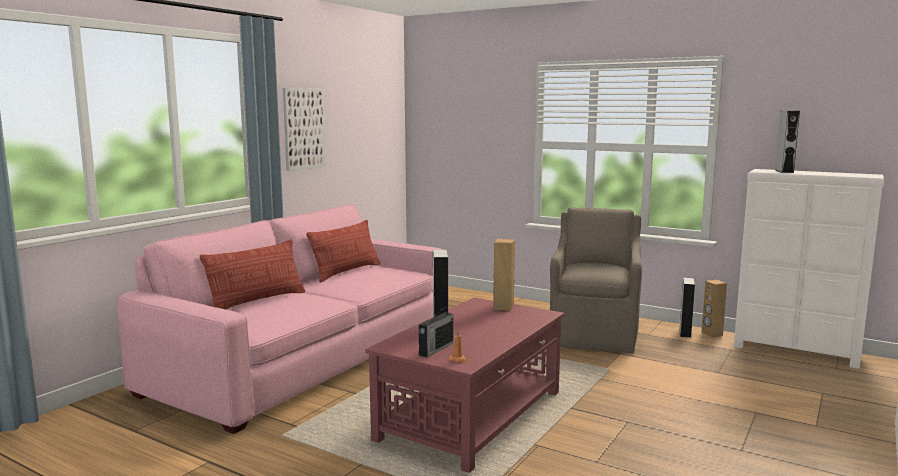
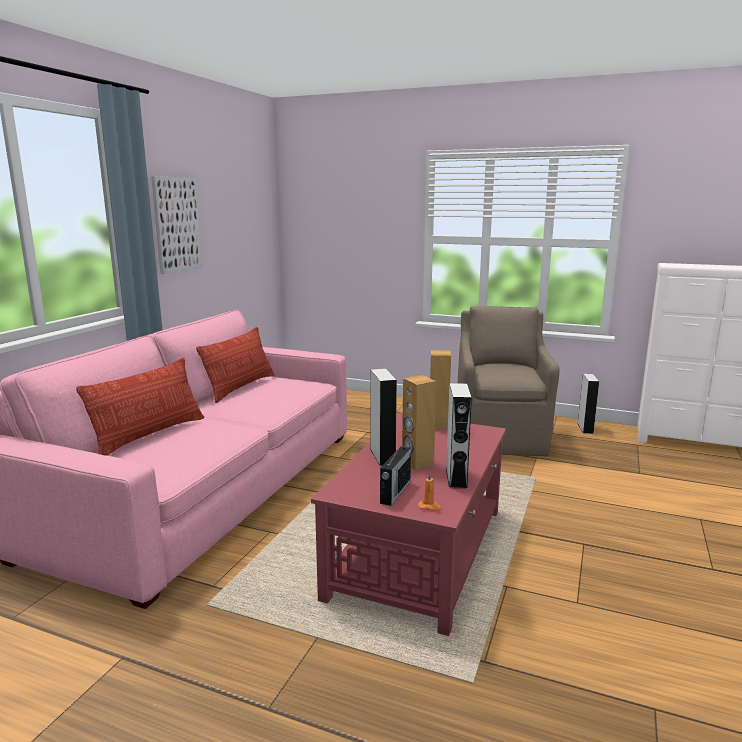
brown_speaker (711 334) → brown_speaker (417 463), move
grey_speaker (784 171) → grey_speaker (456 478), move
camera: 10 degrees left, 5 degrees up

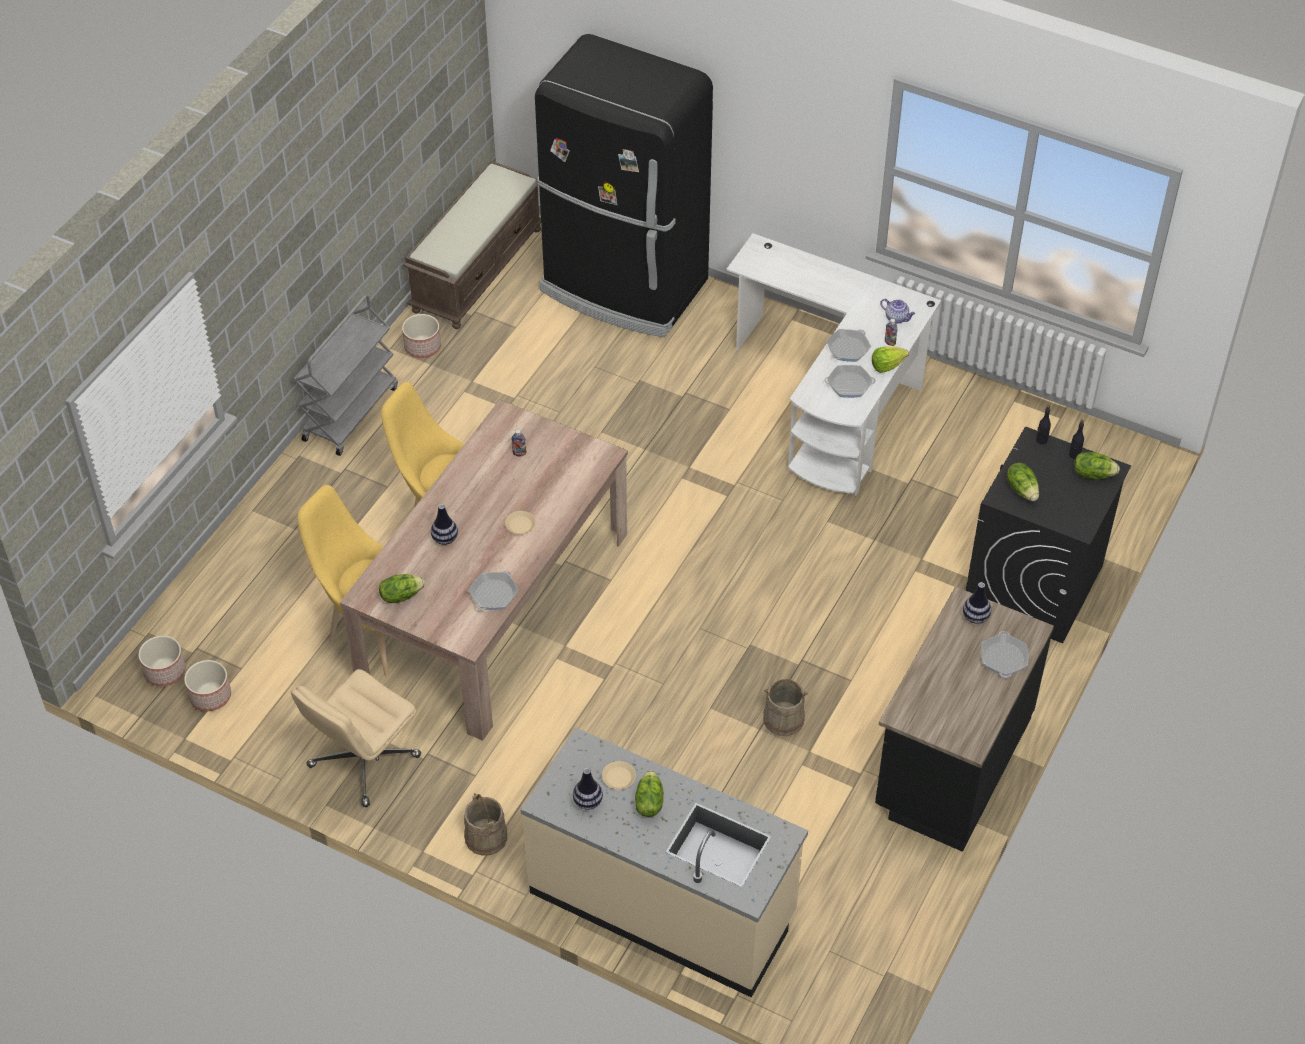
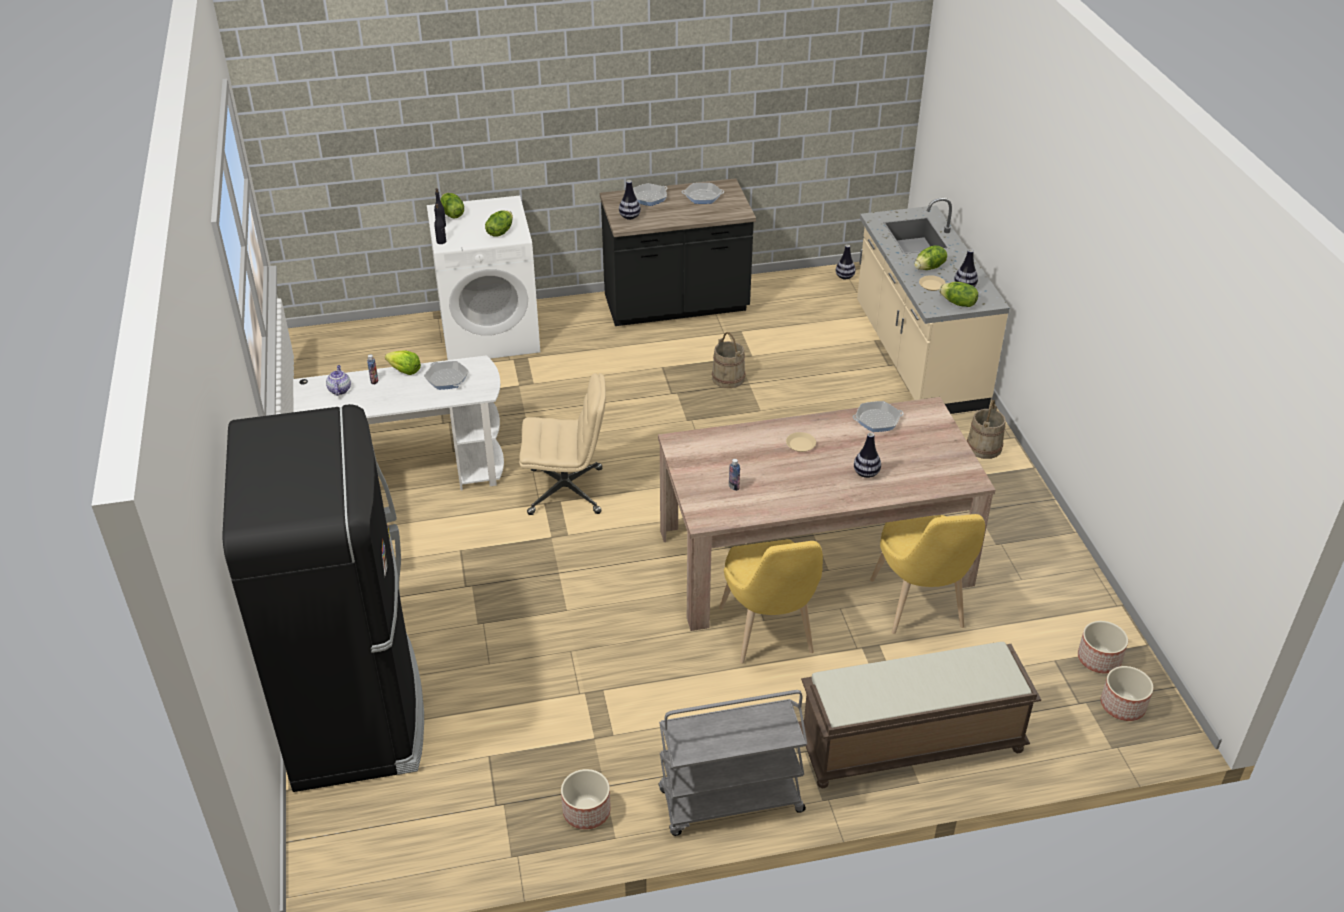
black_washing_machine (1033 585) → white_washing_machine (490 333)
beige_office_chair (363 762) → beige_office_chair (567 491), move
frying_pan (848 348) → frying_pan (702 196), move
brown_bench (477 269) → brown_bench (910 745), move
- → vase (844 277)
lettuce (401 595) → lettuce (958 303), move
camera: 130 degrees left, 10 degrees down

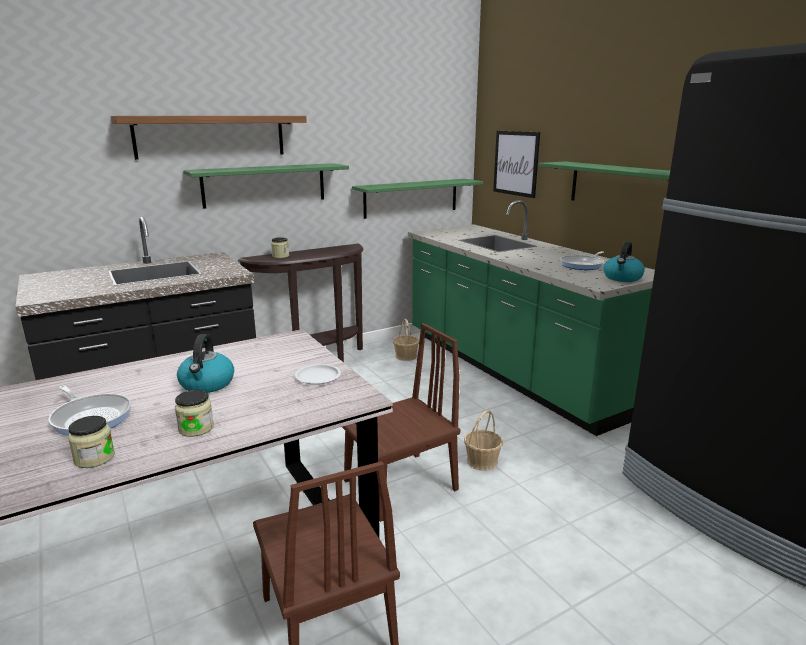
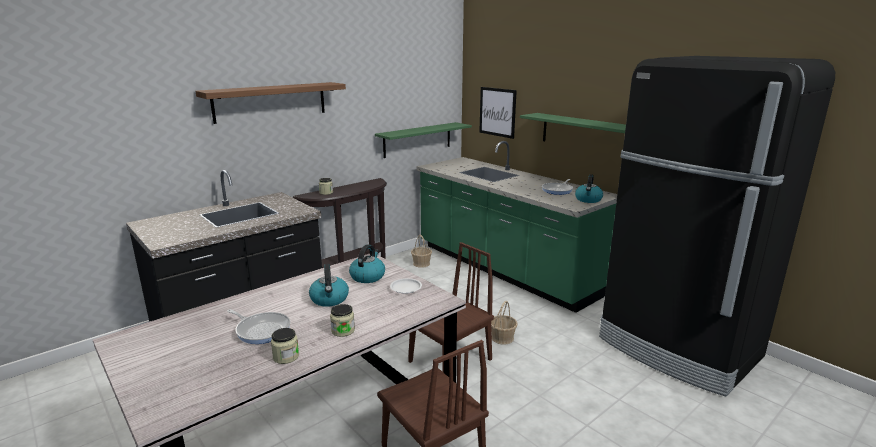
- → kettle (367 276)
green_shelf (264 185) → -
camera: 10 degrees left, 0 degrees up

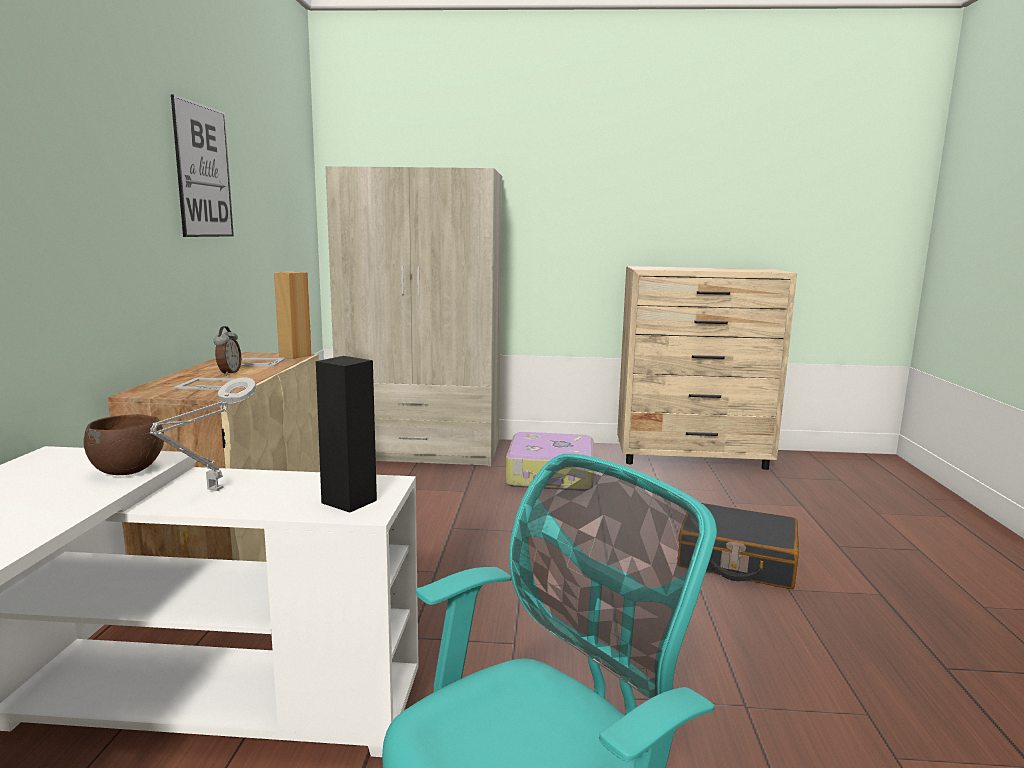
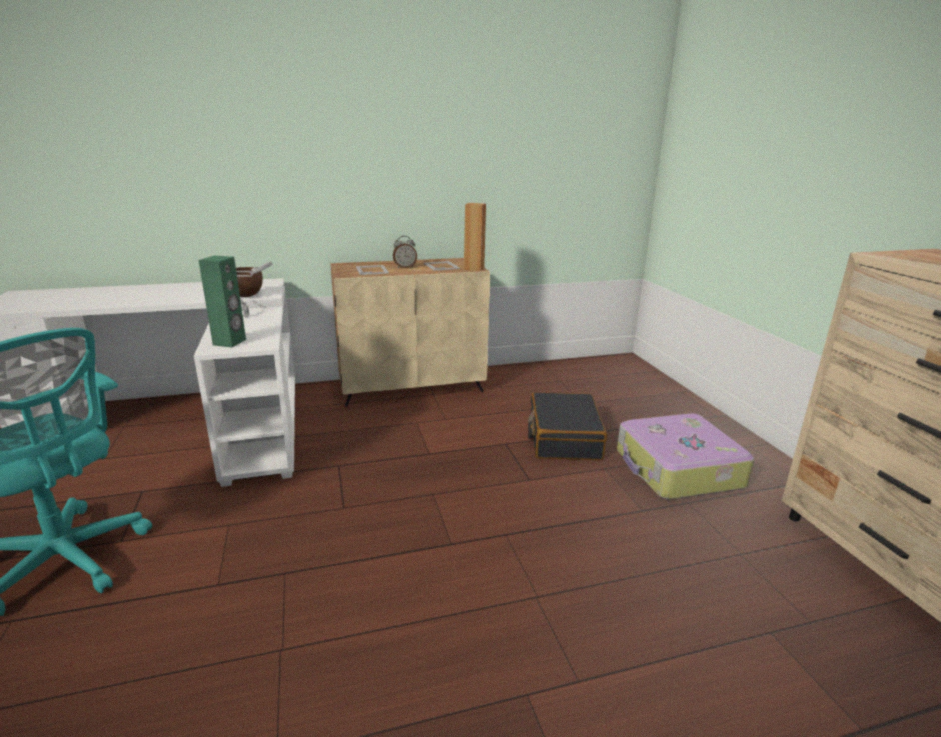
black_speaker (349 501) → green_speaker (230 342)
black_suitcase (736 560) → black_suitcase (563 438), move
picture (203 171) → -
beige_wardrobe (422 450) → -
camera: 70 degrees right, 10 degrees up

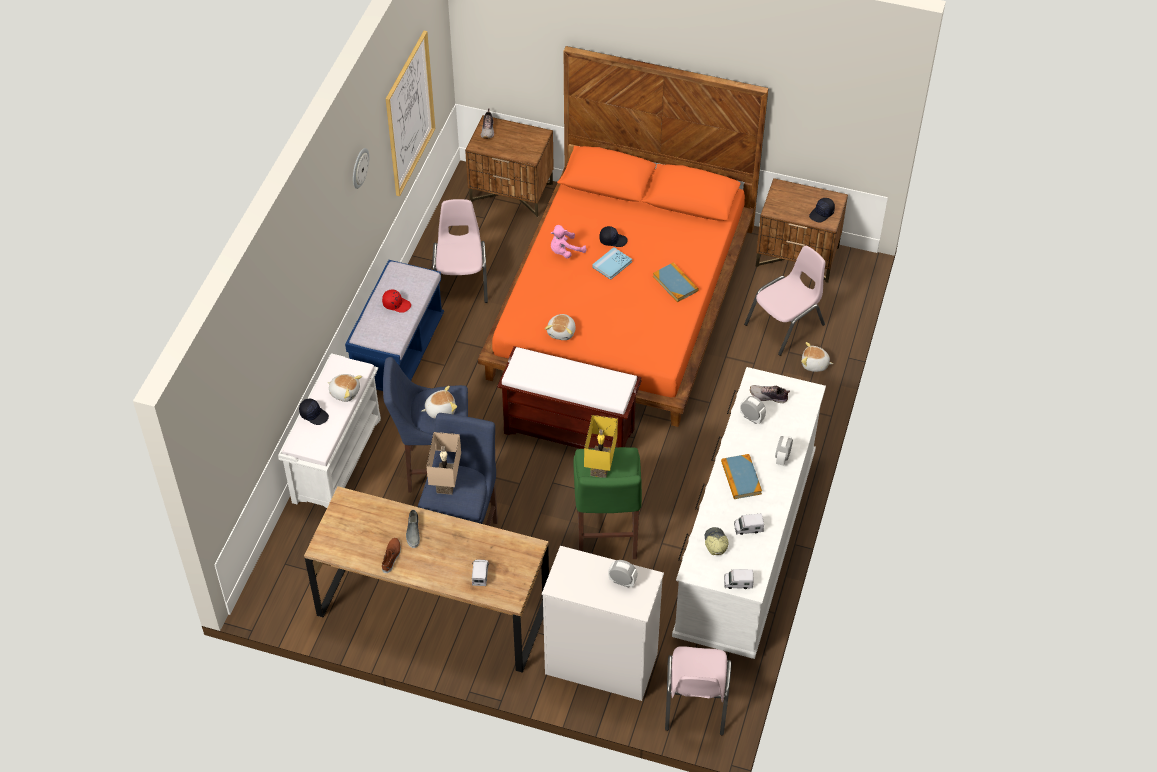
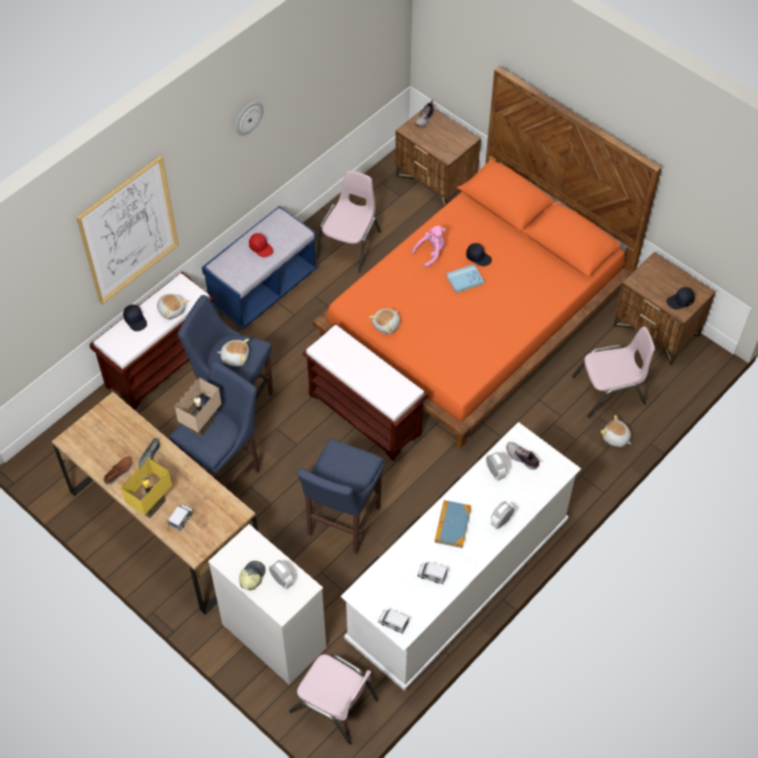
picture (409 113) → picture (128 230), move
white_bench (337 459) → brown_bench (161 363)
yellow_table_lamp (599 466) → yellow_table_lamp (151 504), move
cap (715 543) → cap (251 577), move
pink_chair (695 700) → pink_chair (335 705), 90 degrees counterclockwise
green_stool (606 538) → blue_stool (342 524)
pink_plush_toy (565 251) → pink_plush_toy (431 253), 150 degrees clockwise
book (675 283) → -
camera: 25 degrees right, 5 degrees up

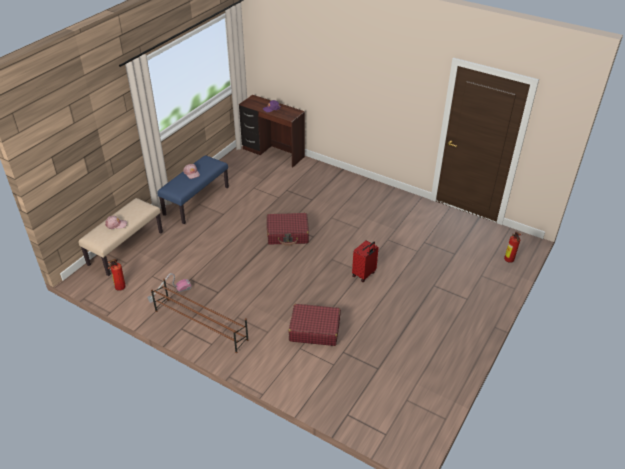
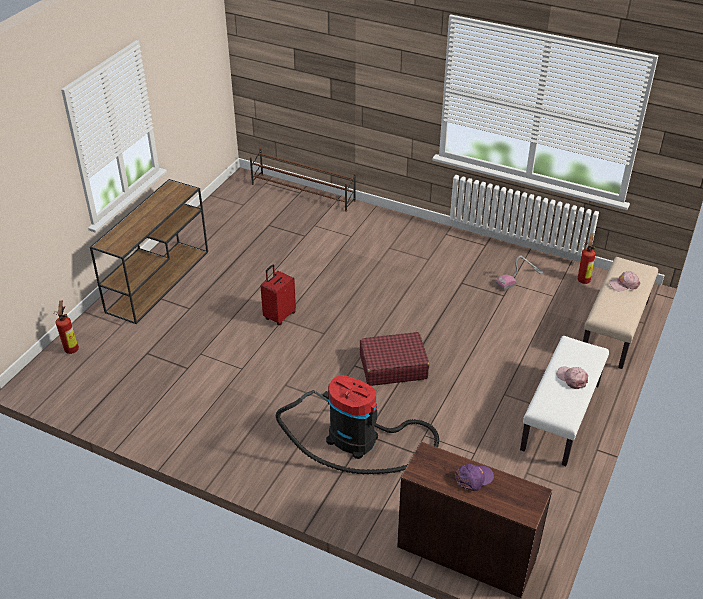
- → brown_console_table (158 280)
brown_shoe_rack (200 325) → brown_shoe_rack (303 193), move
- → vacuum_cleaner (358 441)
blue_bench (196 200) → white_bench (561 417)
red_suitcase (314 330) → -
camera: 175 degrees right, 0 degrees up

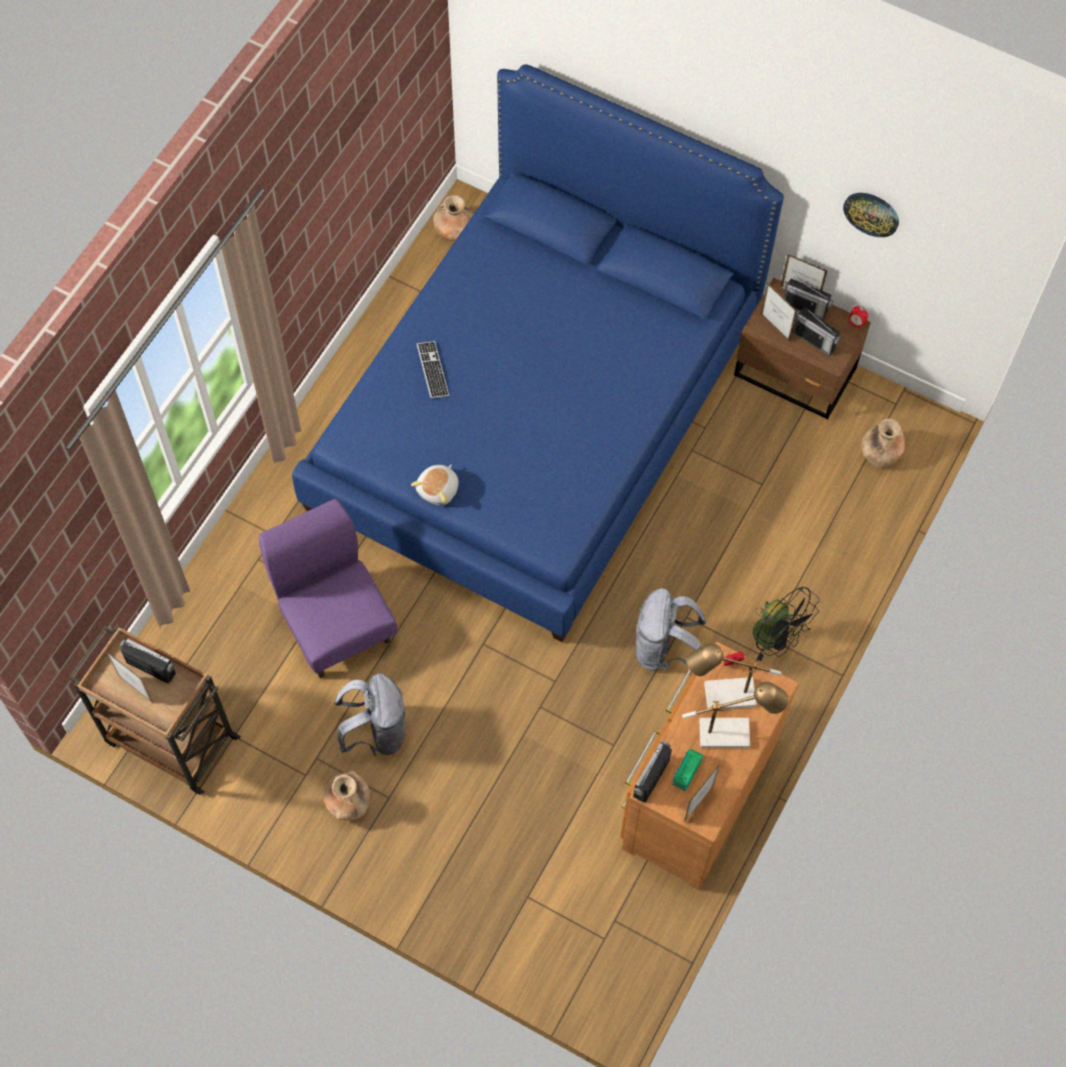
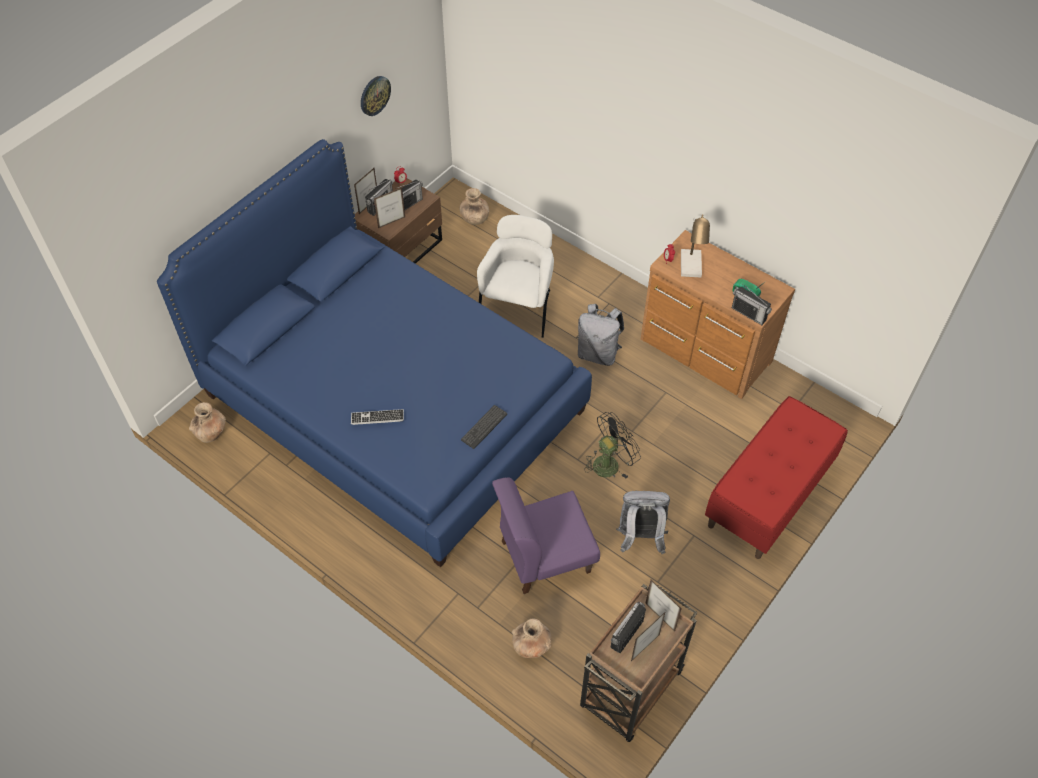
plush_toy (439 489) → keyboard (484 427)
- → white_armchair (518 307)
brown_vase (349 803) → brown_vase (531 646), move
black_fan (777 637) → black_fan (610 462), move
picture_frame (698 804) → picture_frame (660 617), move
- → red_bench (769 496)
table_lamp (732 732) → -
camera: 80 degrees left, 10 degrees down

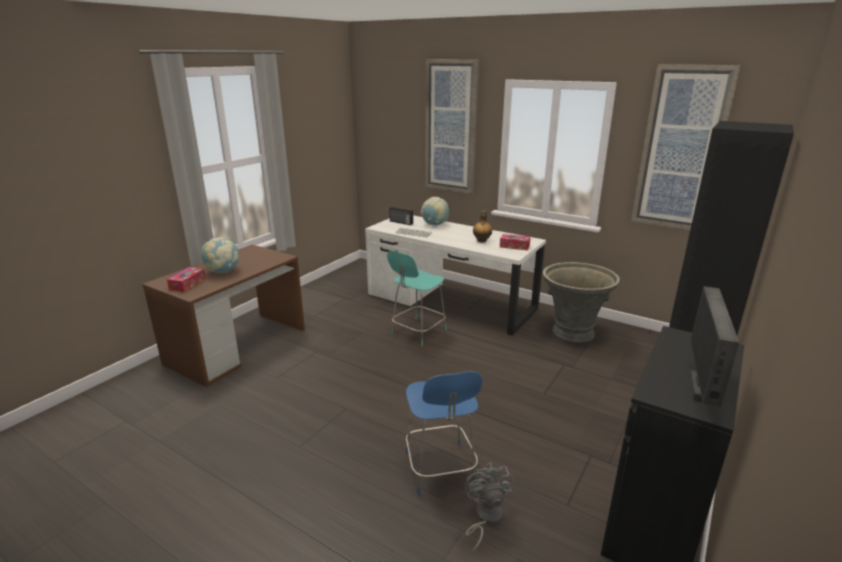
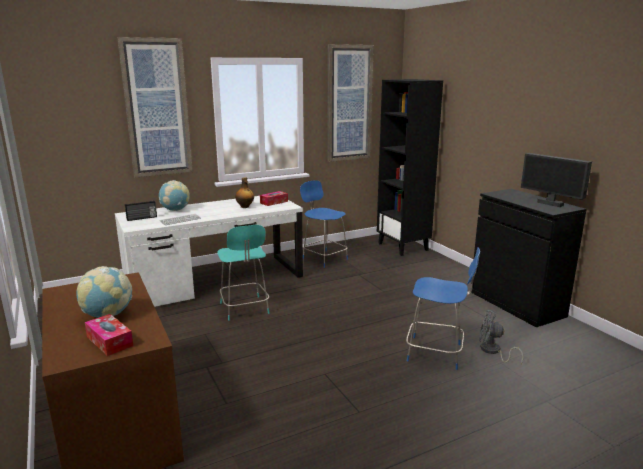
grey_planter (572 332) → blue_chair (324 258)
camera: 60 degrees left, 5 degrees down

